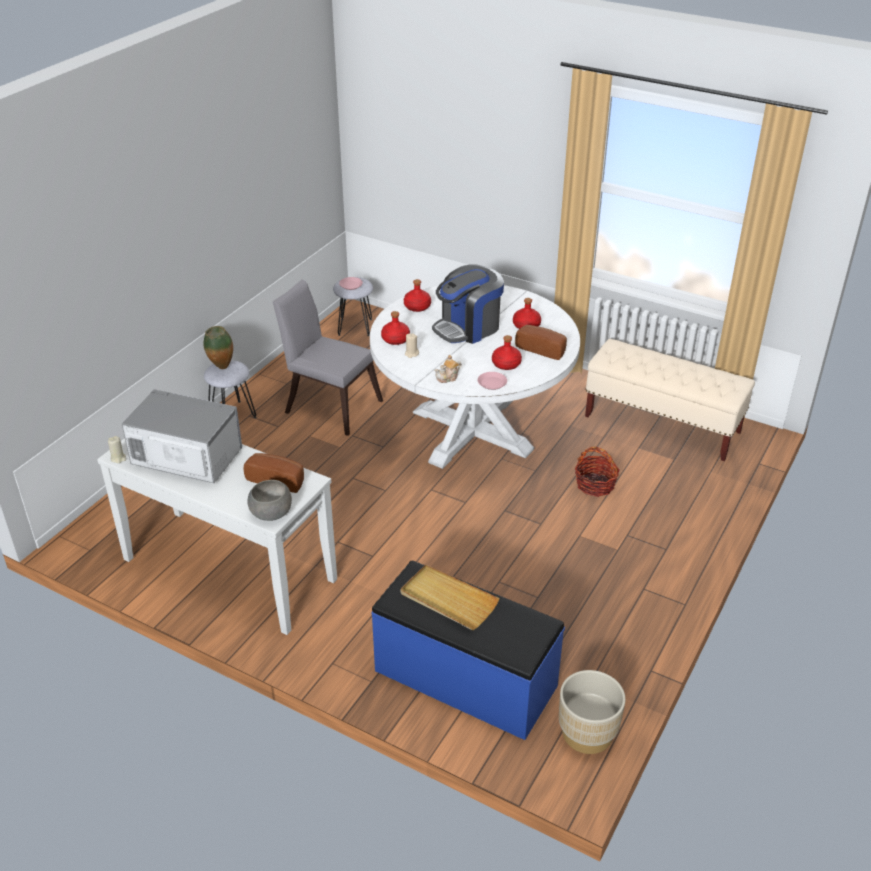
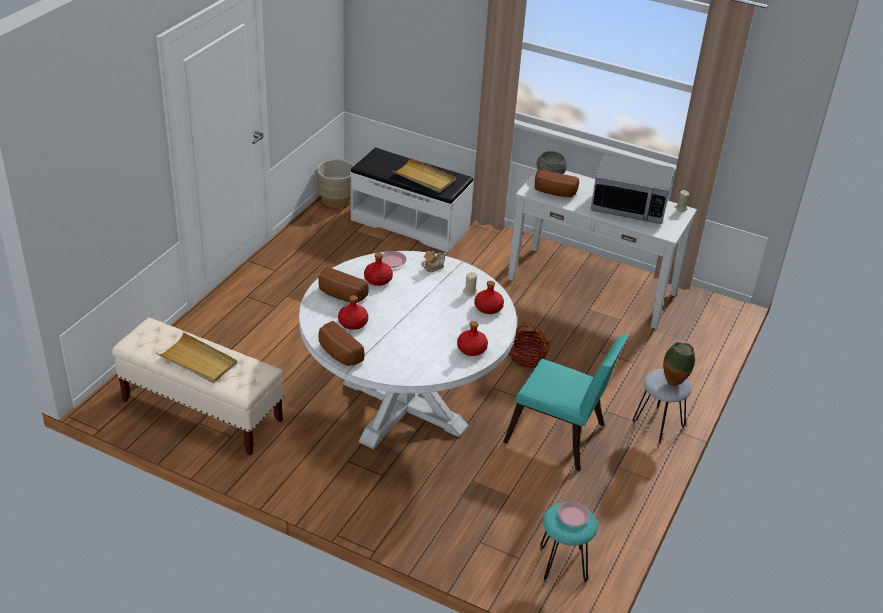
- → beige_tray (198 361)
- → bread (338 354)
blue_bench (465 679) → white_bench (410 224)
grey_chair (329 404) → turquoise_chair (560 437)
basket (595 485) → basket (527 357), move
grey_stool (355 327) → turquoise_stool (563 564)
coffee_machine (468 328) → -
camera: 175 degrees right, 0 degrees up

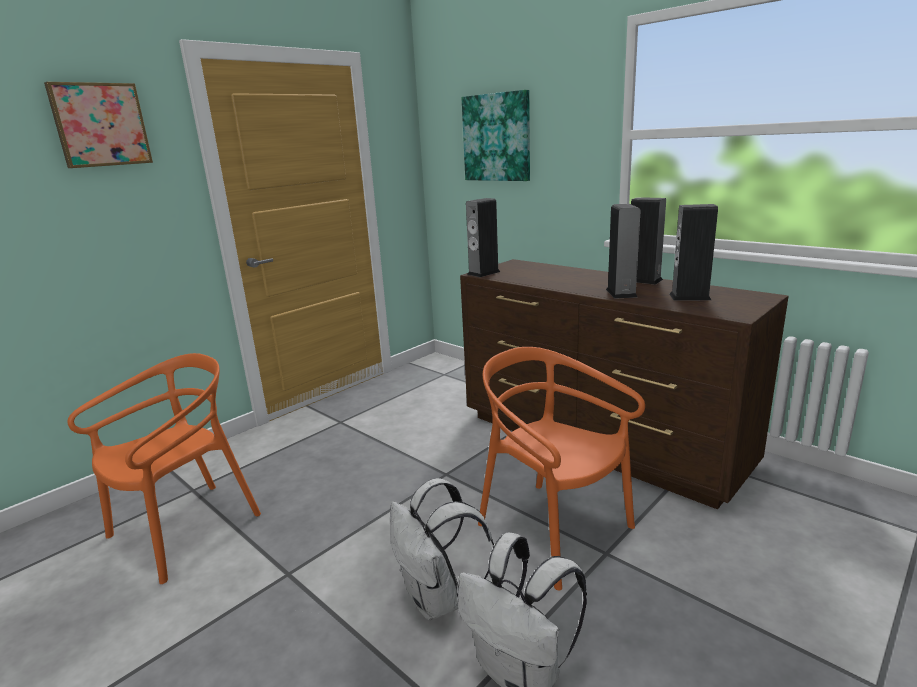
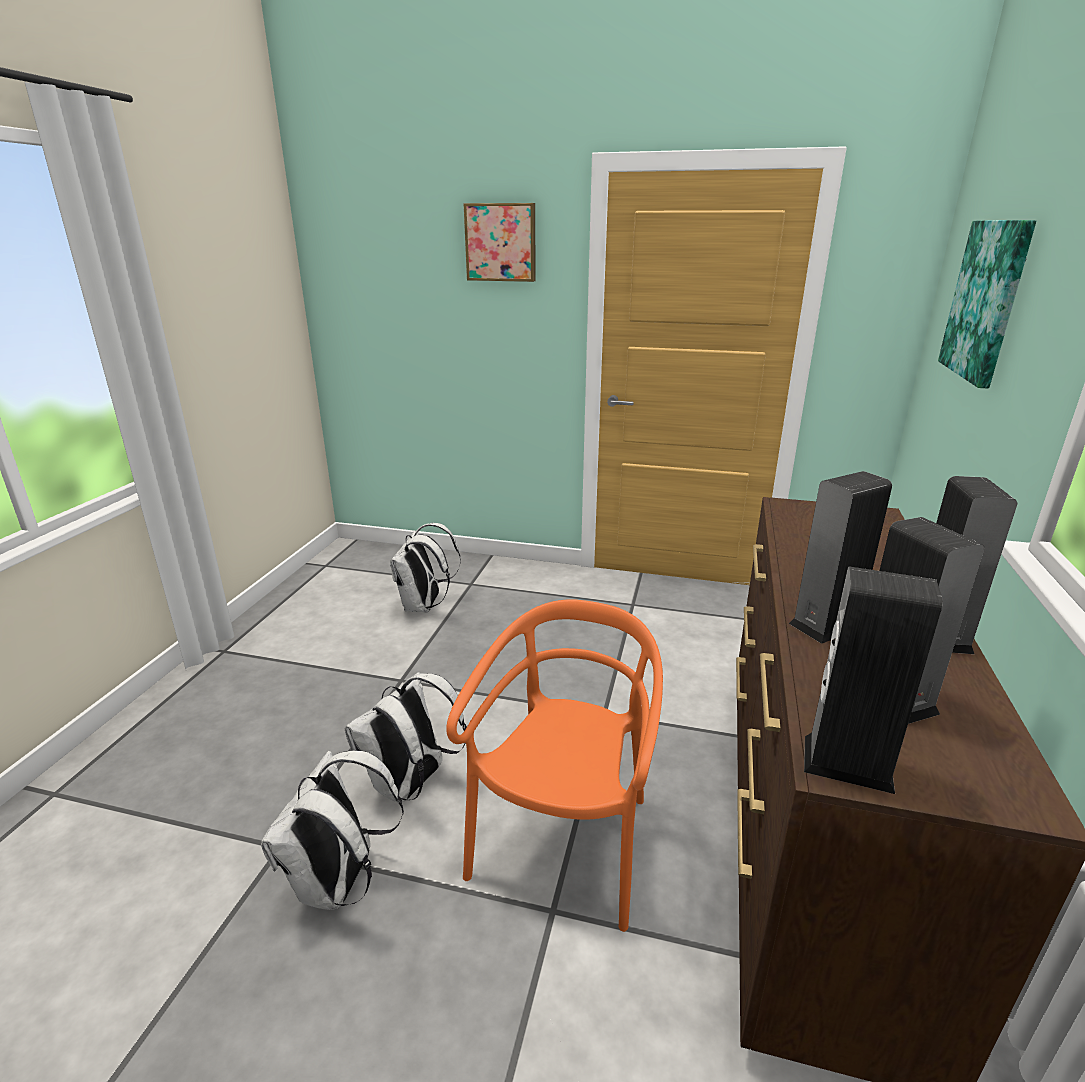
orange_chair (185 529) → white_backpack (424 606)
speaker (483 273) → speaker (847 763), move
camera: 60 degrees right, 5 degrees up

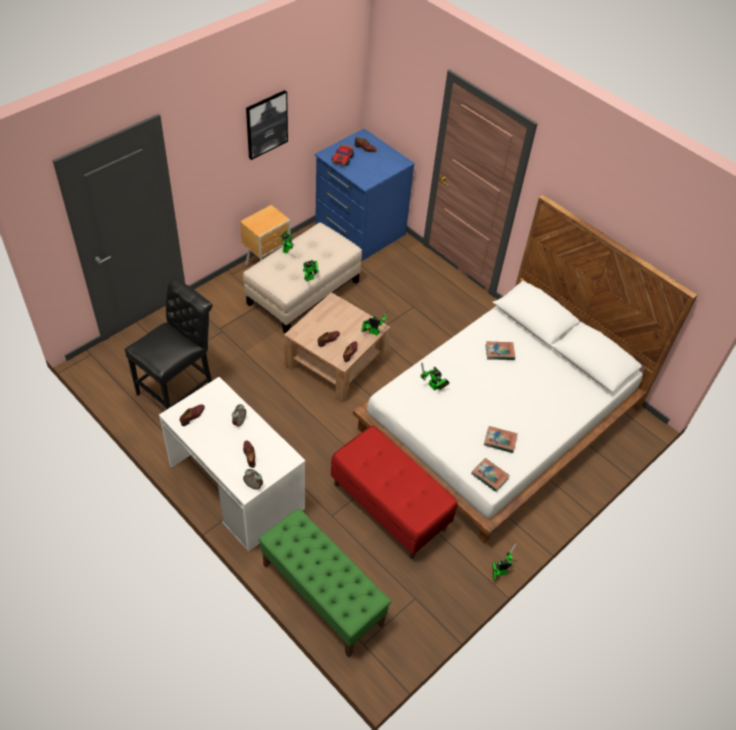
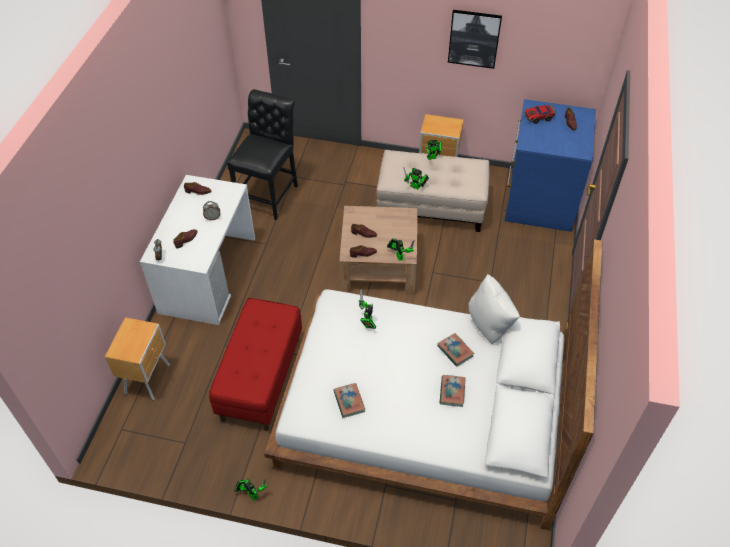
green_bench (322 594) → brown_nightstand (149 378)
black_chair (179 388) → black_chair (269 194), 75 degrees counterclockwise
book (489 476) → book (452 392), move
- → white_pillow (489 326)
camera: 60 degrees right, 0 degrees up

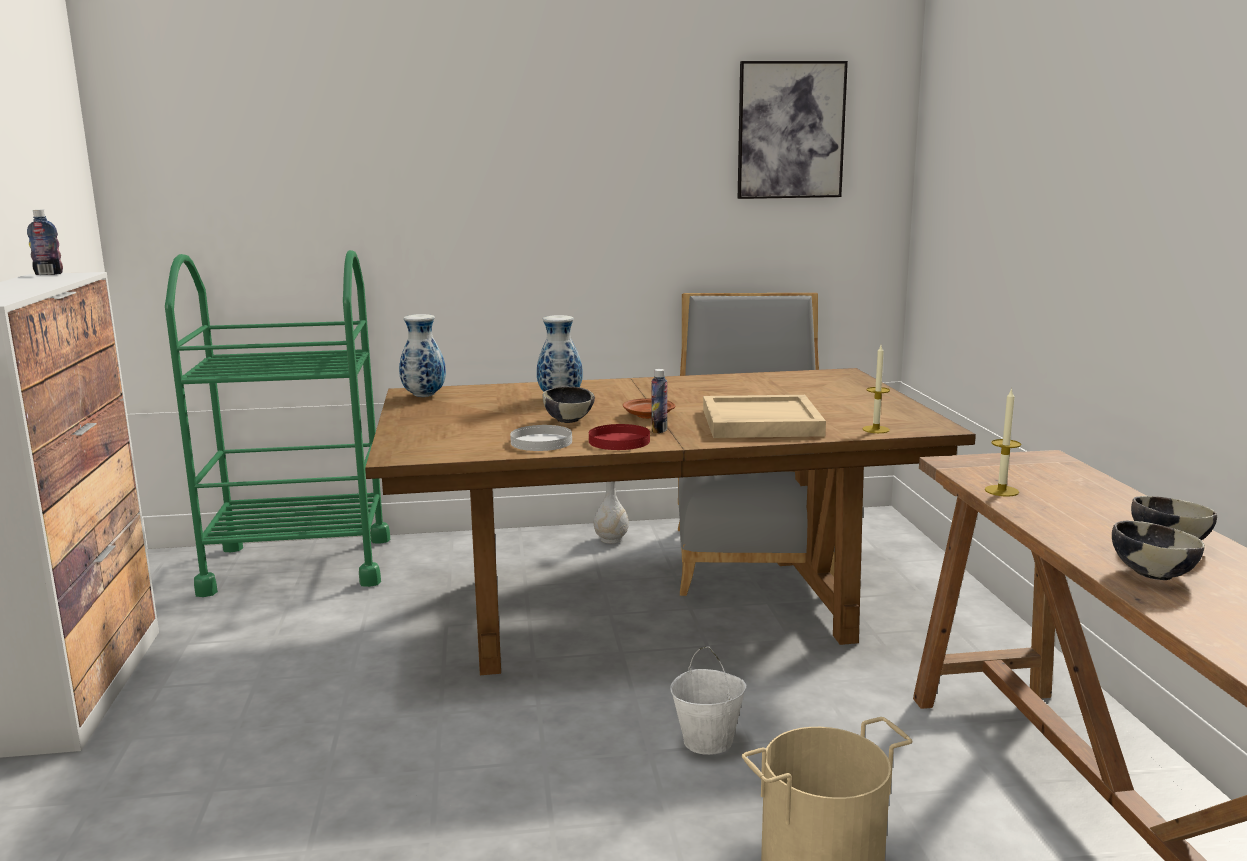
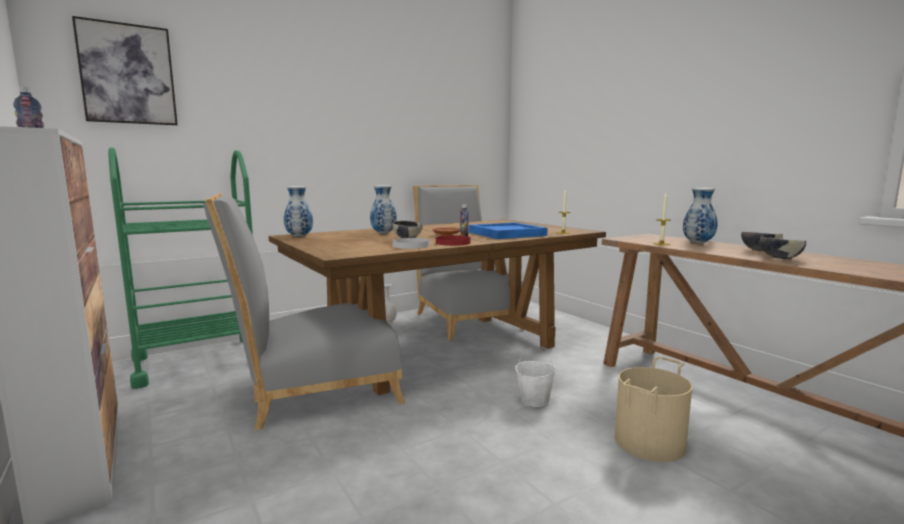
picture (790 130) → picture (128 74), move
- → grey_chair (313 391)
beige_tray (760 422) → blue_tray (506 234)
- → vase (697 242)
camera: 25 degrees left, 5 degrees down

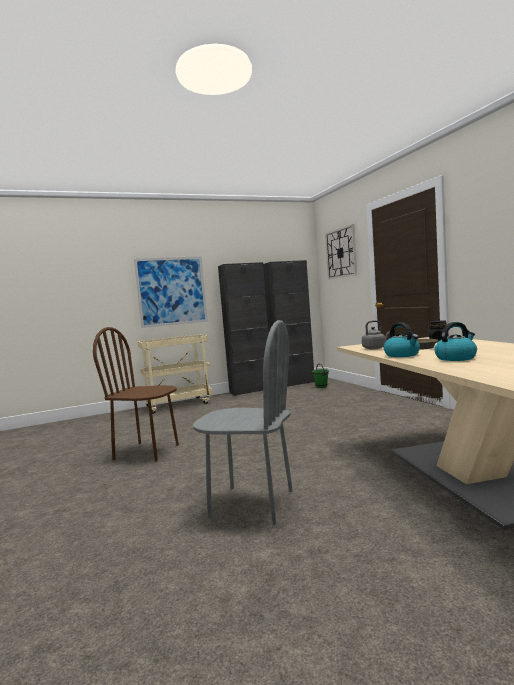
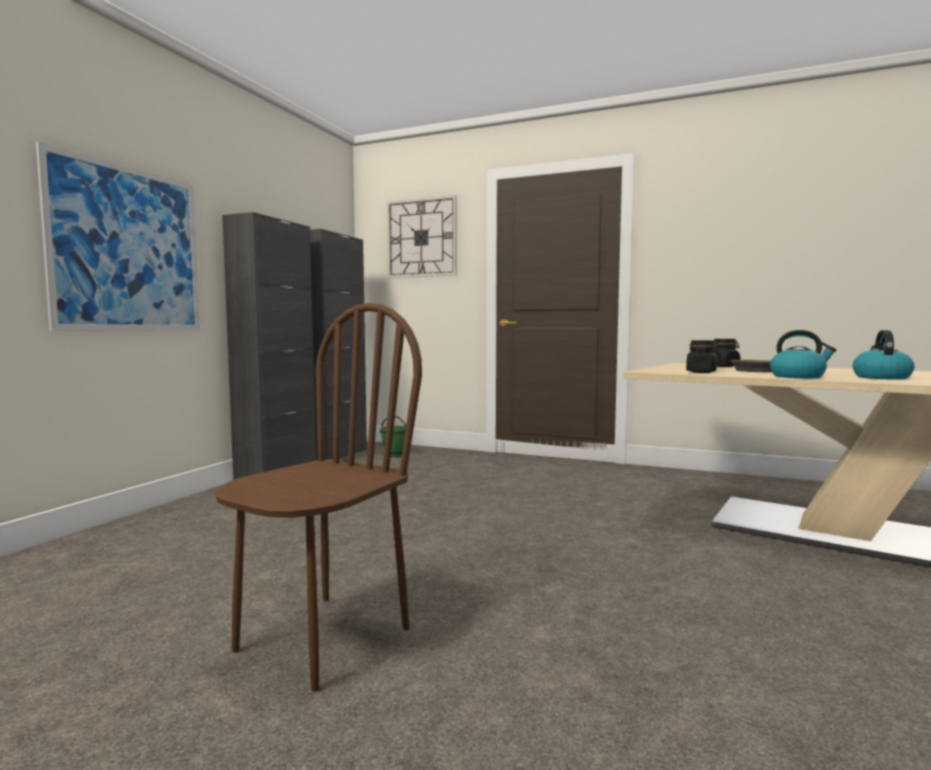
brown_chair (147 451) → brown_chair (322 638), 150 degrees clockwise
grey_kettle (375 348) → black_jar (701 372)
beige_cart (179 404) → -
grey_chair (251 504) → -
camera: 45 degrees left, 0 degrees up

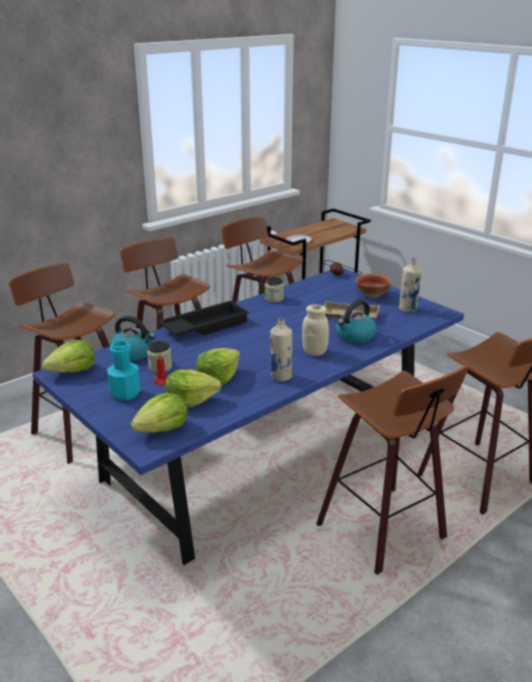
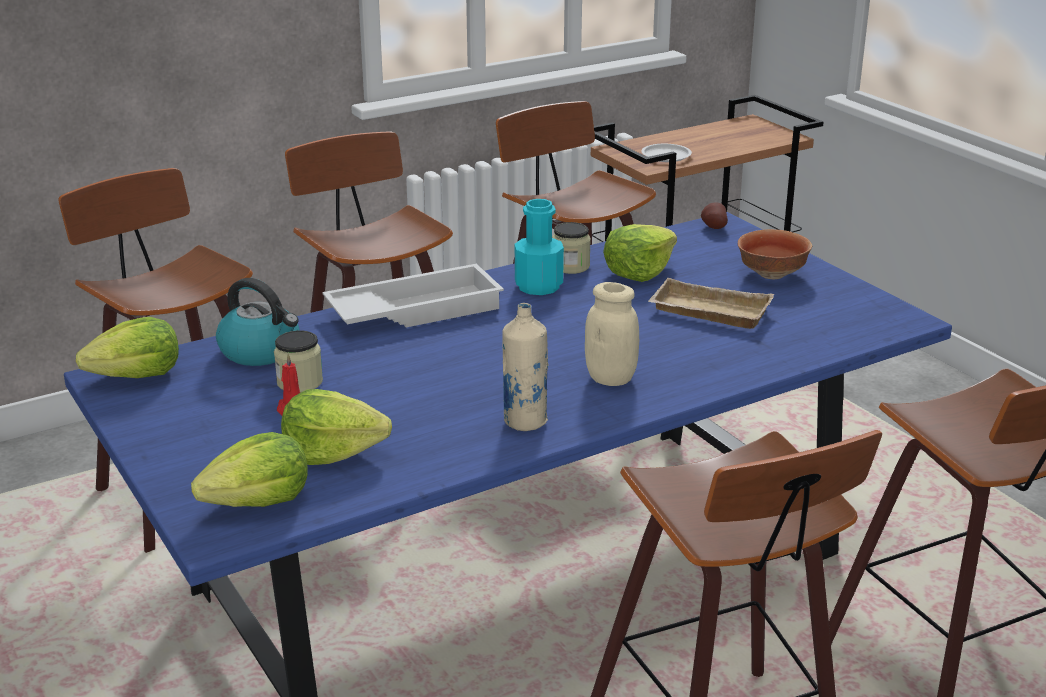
black_tray (204 326) → white_tray (414 309)
turquoise_bottle (125 393) → turquoise_bottle (538 286), move
lettuce (218 377) → lettuce (638 272), move
kettle (355 336) → -
beige_bottle (408 309) → -
camera: 10 degrees right, 0 degrees up

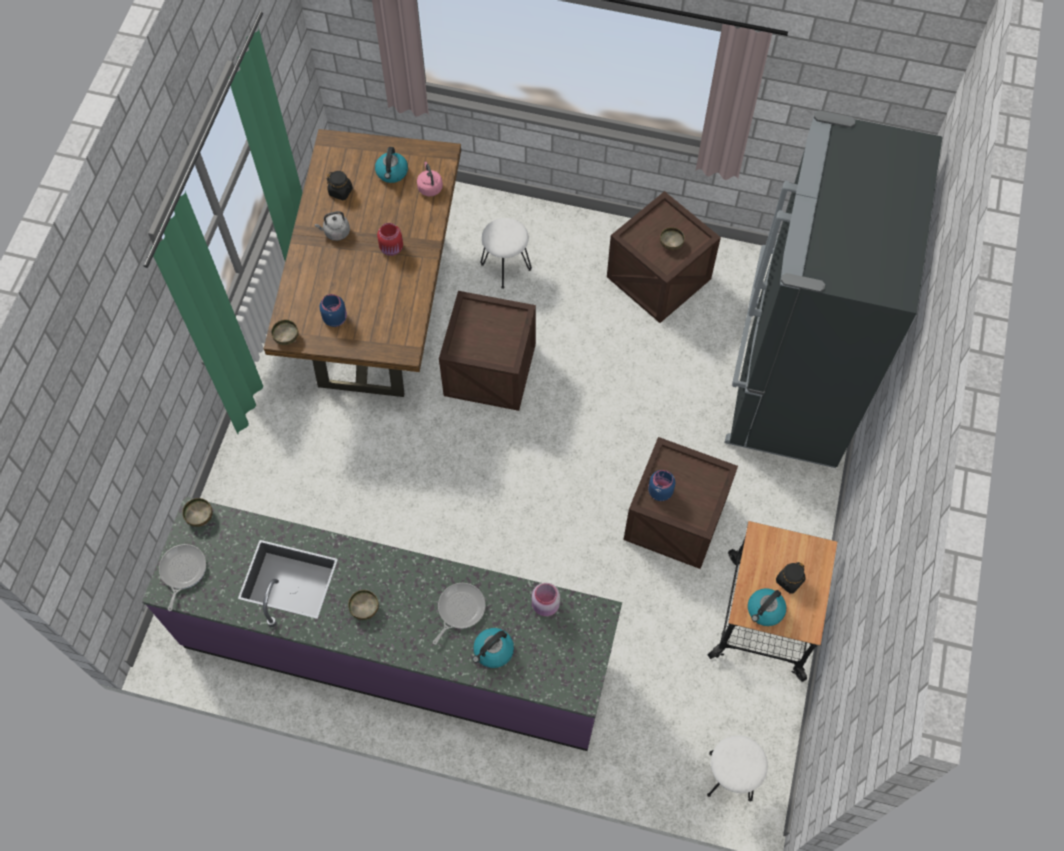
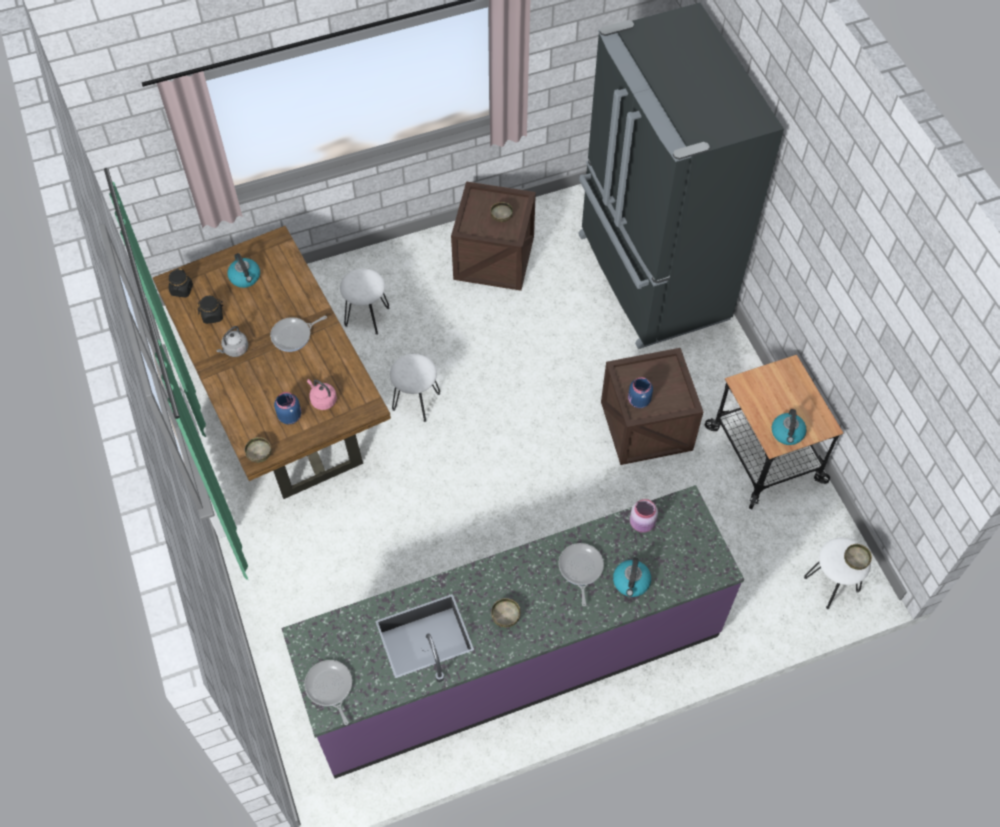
black_jar (789 581) → black_jar (182 290), move
red_jar (392 248) → frying_pan (293 335)
pink_kettle (430 187) → pink_kettle (322 400), move
crate (490 370) → white_stool (416 401)
bowl (200 516) → bowl (855 560), move
camera: 35 degrees left, 5 degrees down

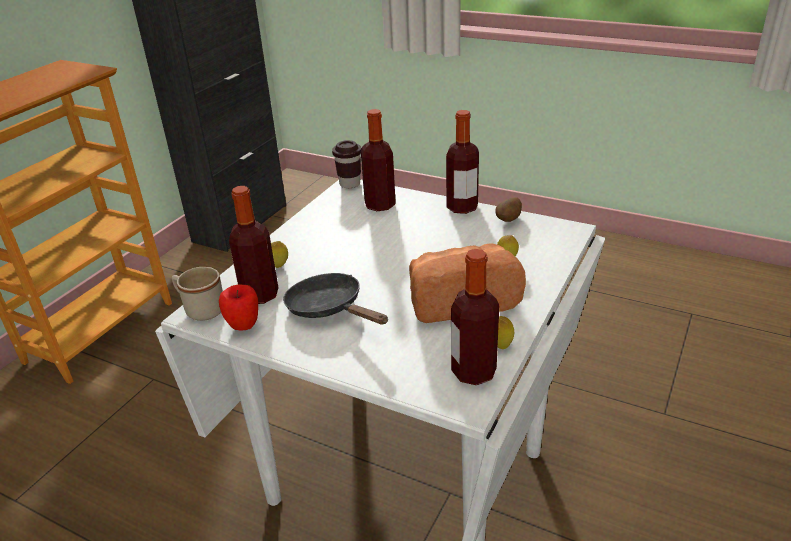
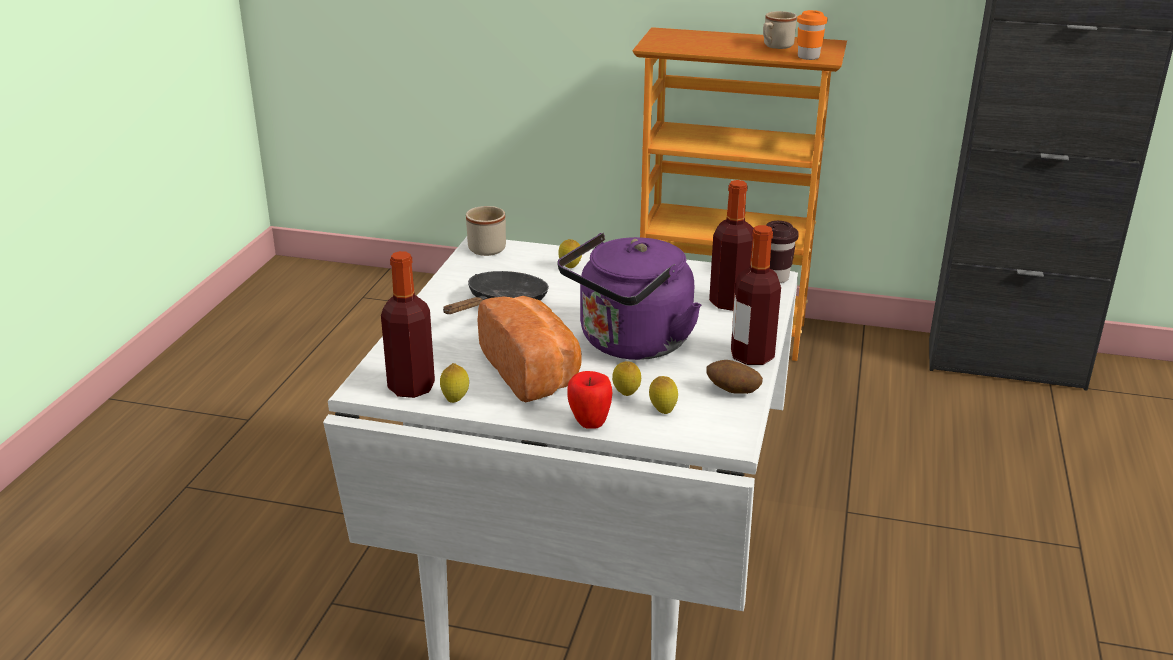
- → purple_kettle (630 344)
apple (243 327) → apple (589 424), move
- → lemon (662 411)
- → beige_mug (775 46)
- → orange_cup (808 57)
bottle (260 295) → -
camera: 75 degrees right, 5 degrees down

